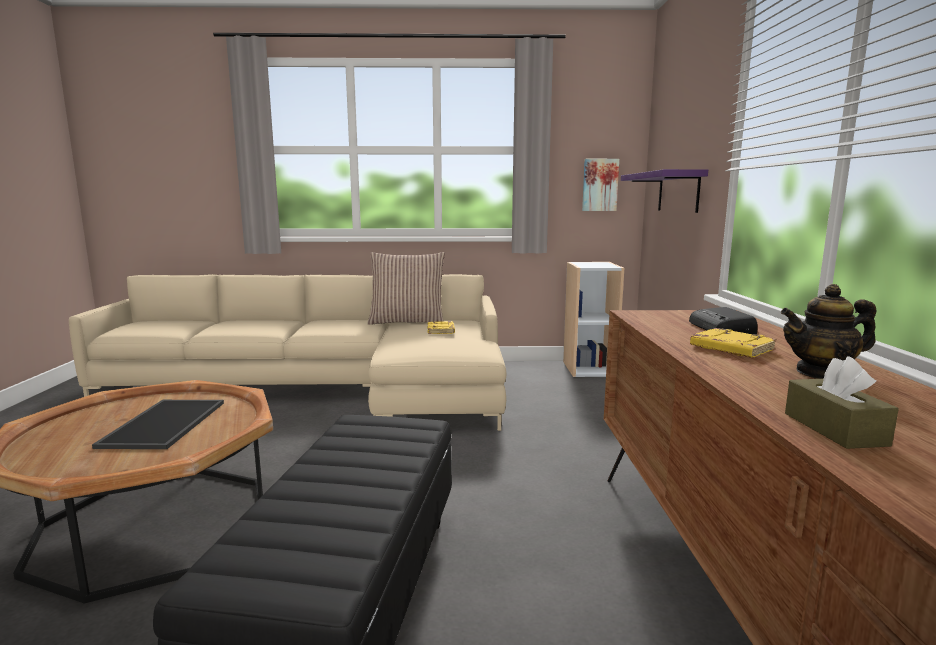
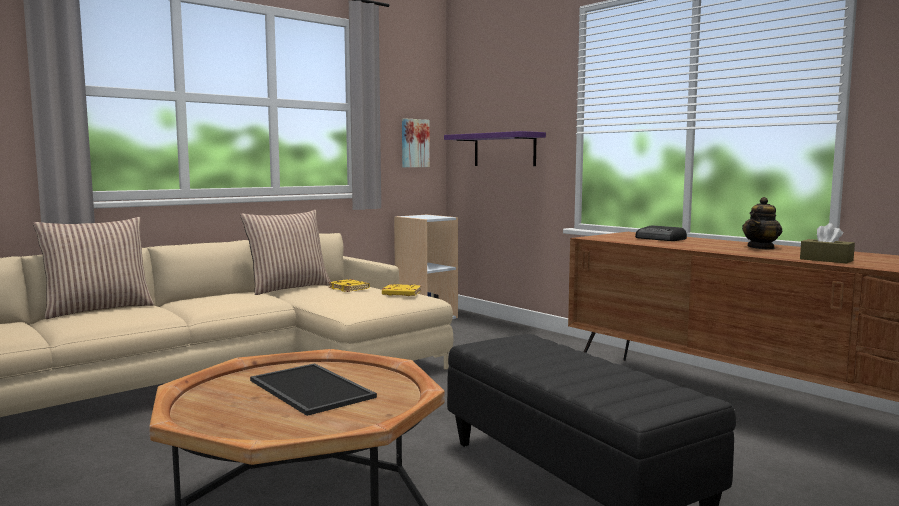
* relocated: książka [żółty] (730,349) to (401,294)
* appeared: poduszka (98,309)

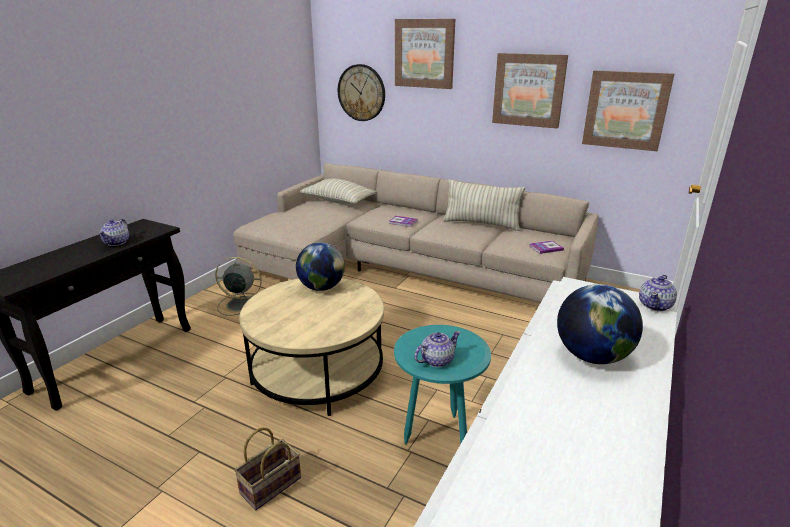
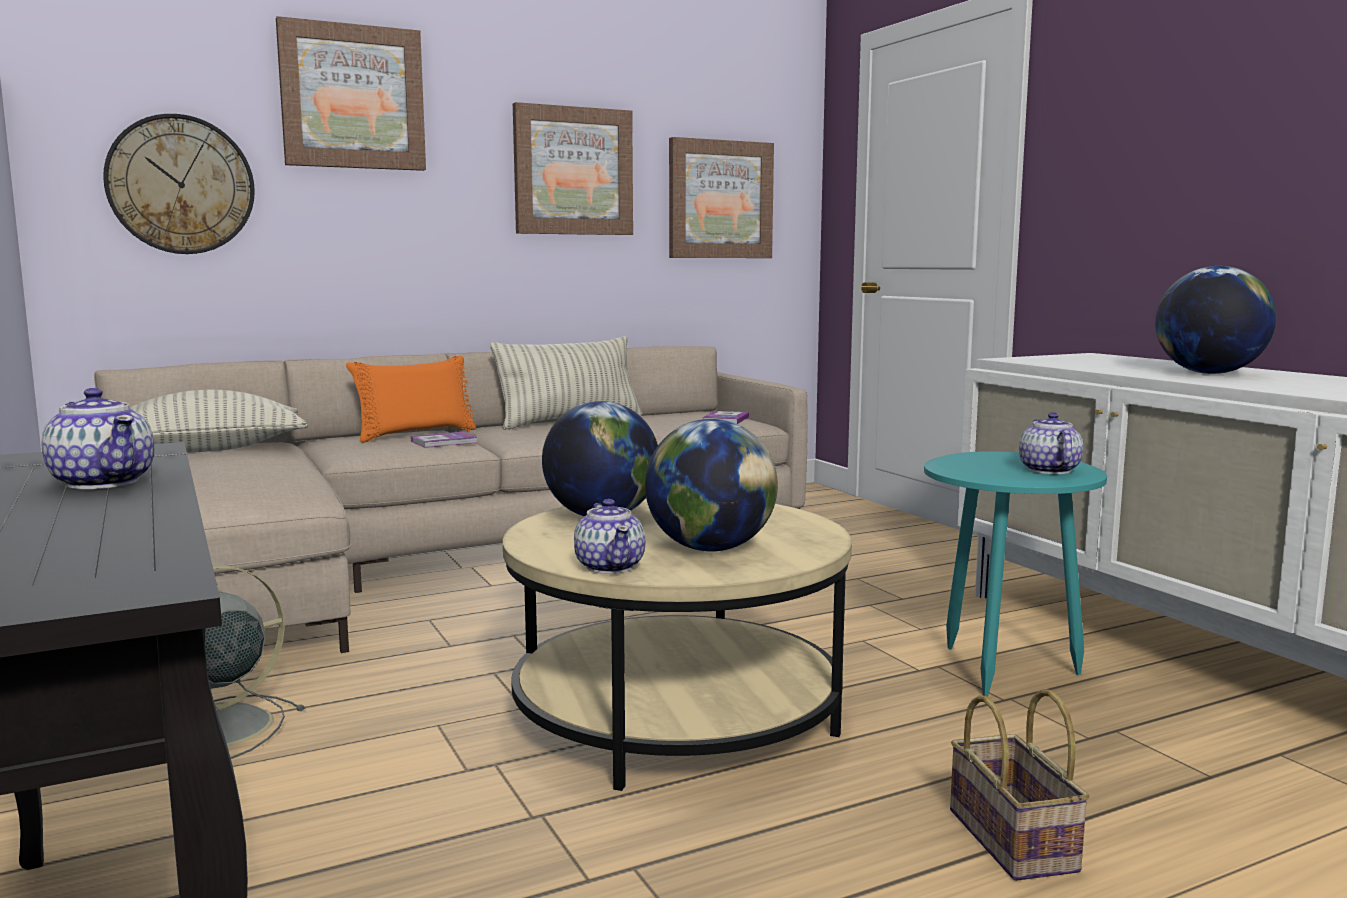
* relocated: imbryk (655,305) to (610,566)
* appeared: poduszka [pomarańczowy] (415,435)
* appeared: globus (710,549)

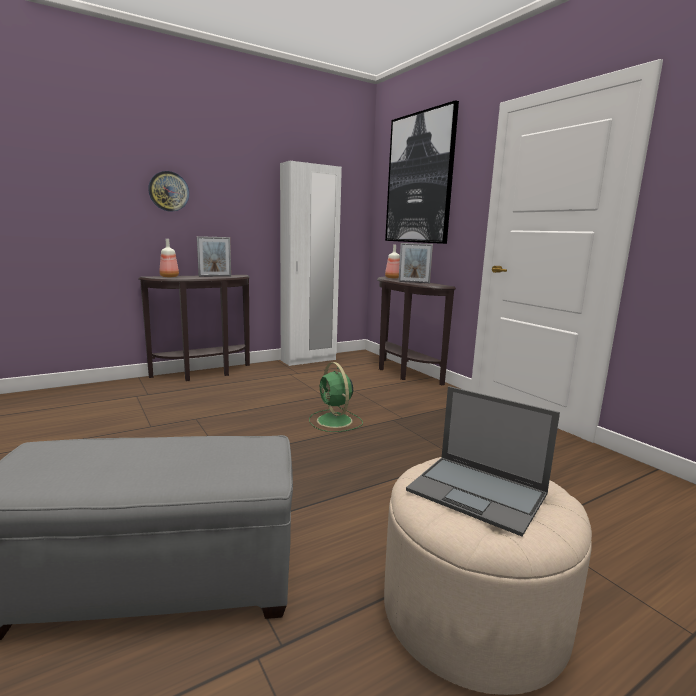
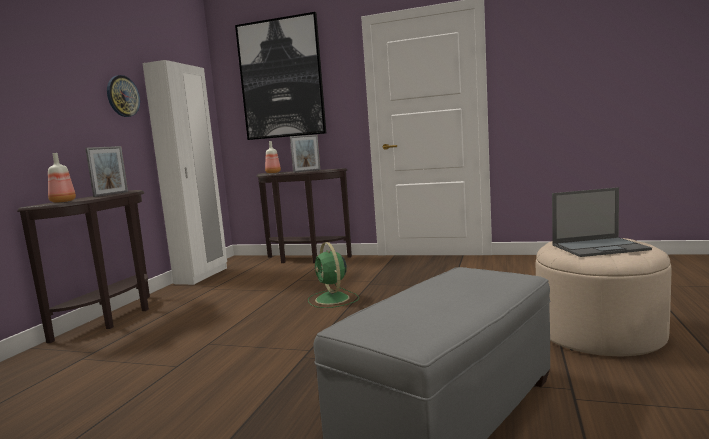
* relocated: zegar ścienny (168,191) to (122,96)
* spun: wentylator [zielony] (335,421) = (333,299) 45 degrees clockwise

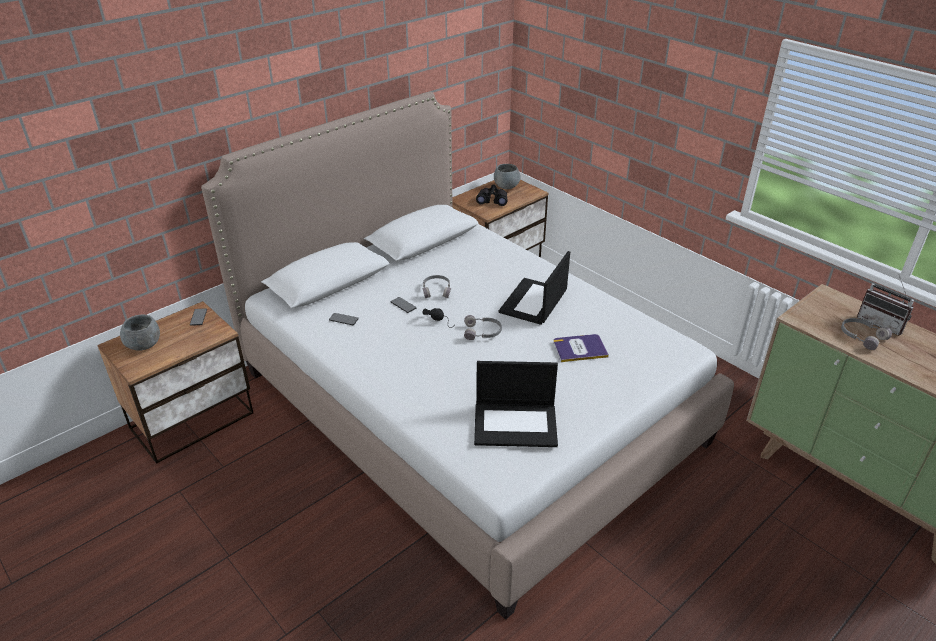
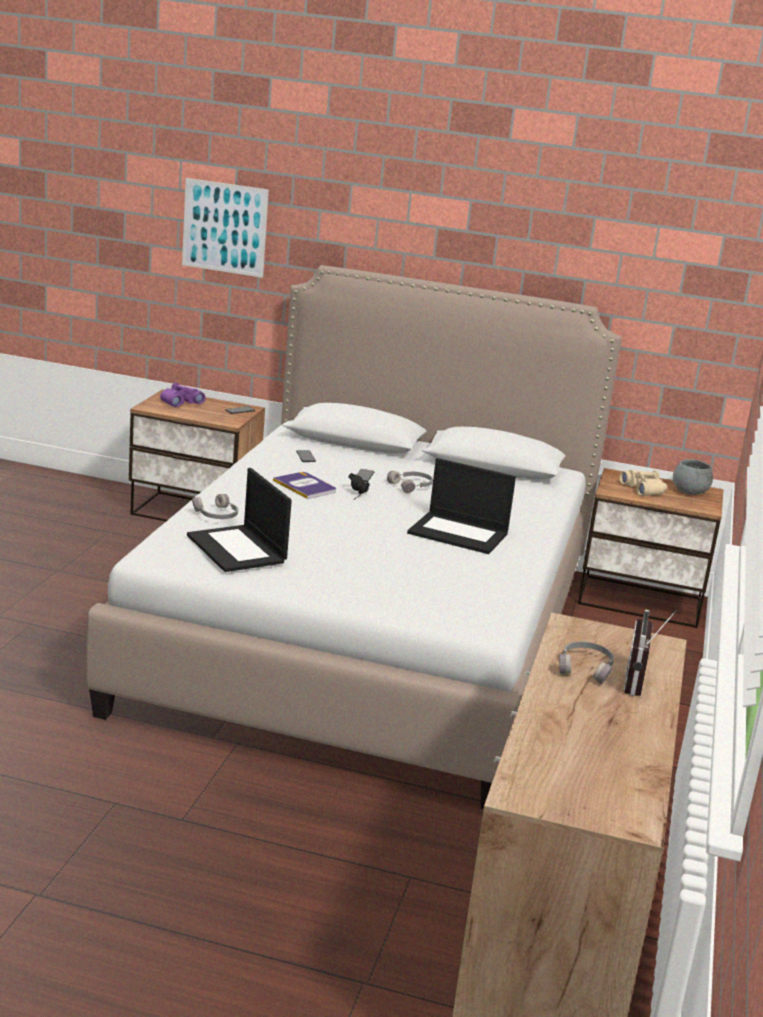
* colour: lornetka [czarny] (492,200) to lornetka [beżowy] (643,489)
* spun: laptop (533,302) = (459,533) 150 degrees counterclockwise
* exchanged: miska [szary] (144,345) to lornetka [fioletowy] (180,402)
* relocated: słuchawki [szary] (482,332) to (216,515)
* relocated: książka (579,349) to (305,486)
* appeared: obraz (224,227)

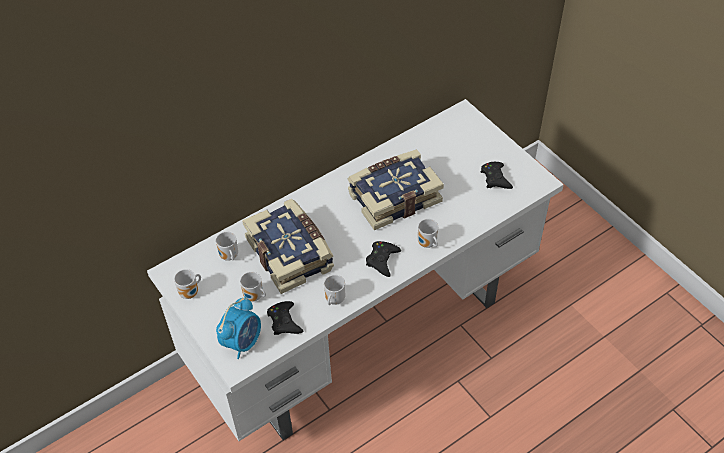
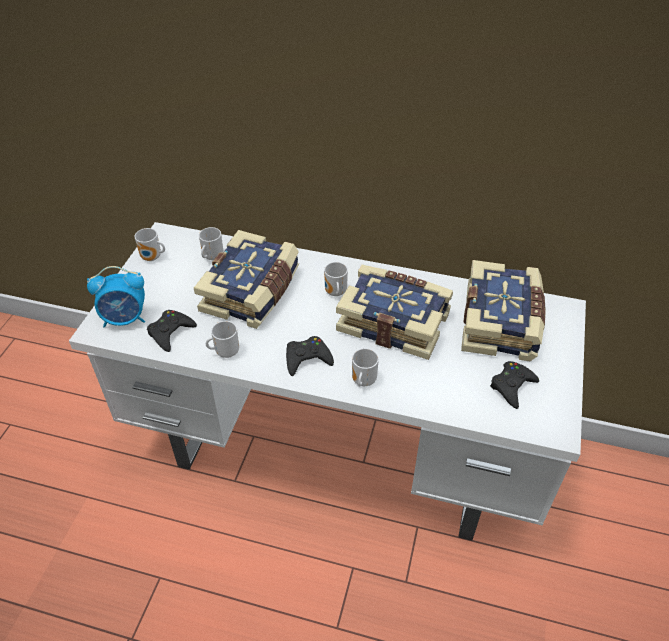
* relocated: kubek (254,297) to (335,293)
* appeared: książka (501,323)

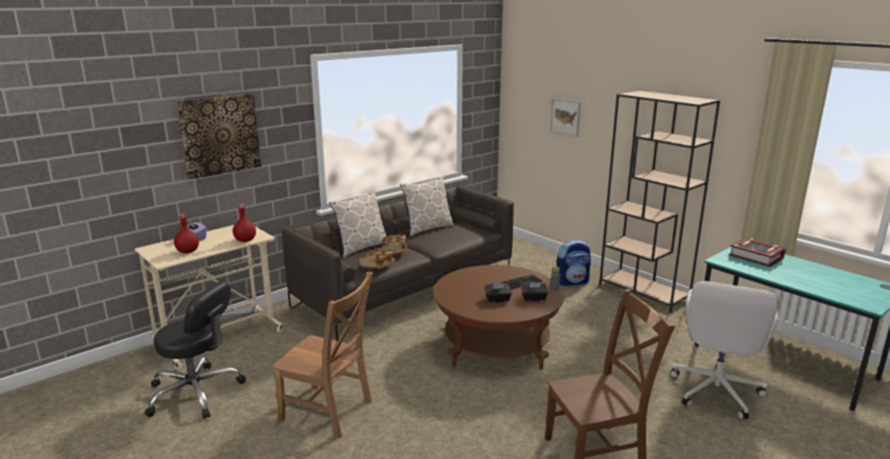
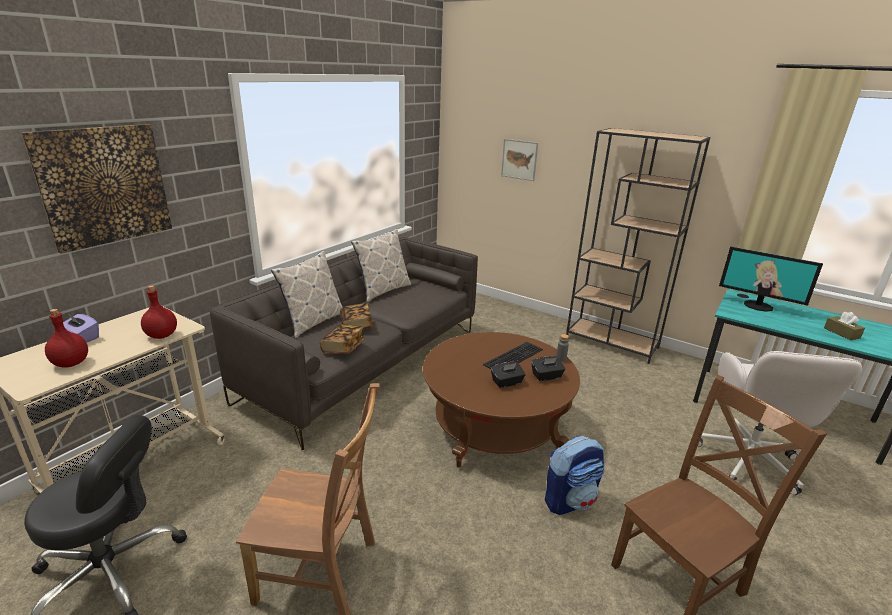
* exchanged: książka (756,256) to monitor (758,305)
* relocated: plecak (572,282) to (570,500)
* appeared: pudełko chusteczek [brązowy] (841,333)

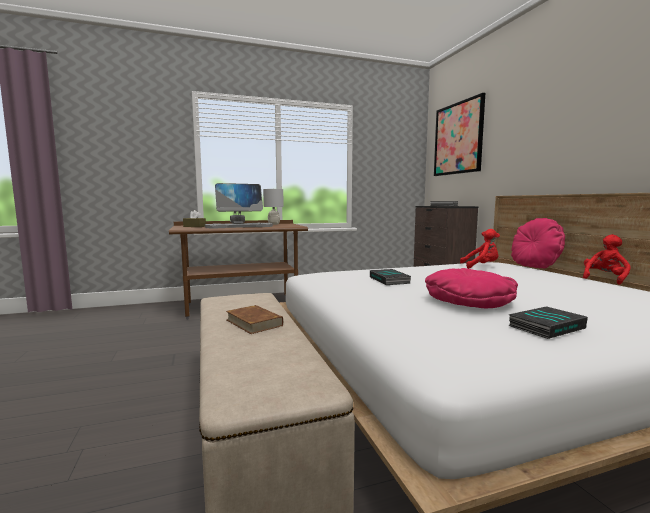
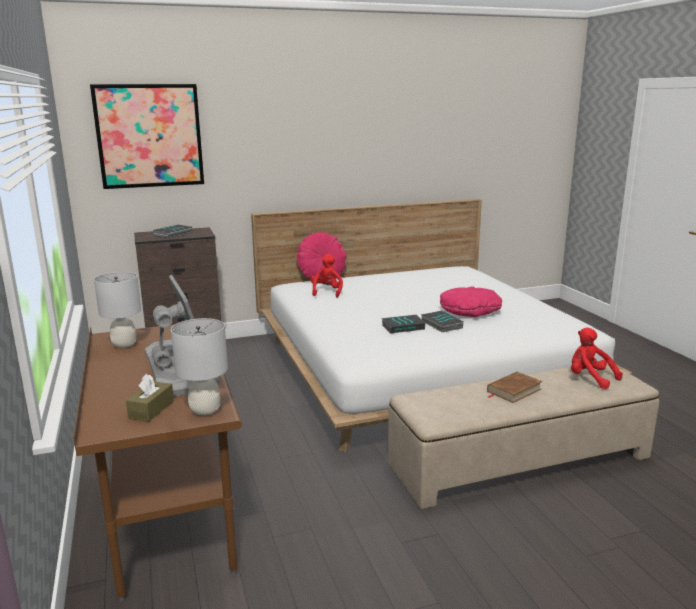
* relocated: pluszak [czerwony] (604,279) to (590,378)
* relocated: książka (545,326) to (440,324)
* appeared: lampa stołowa [szary] (205,411)

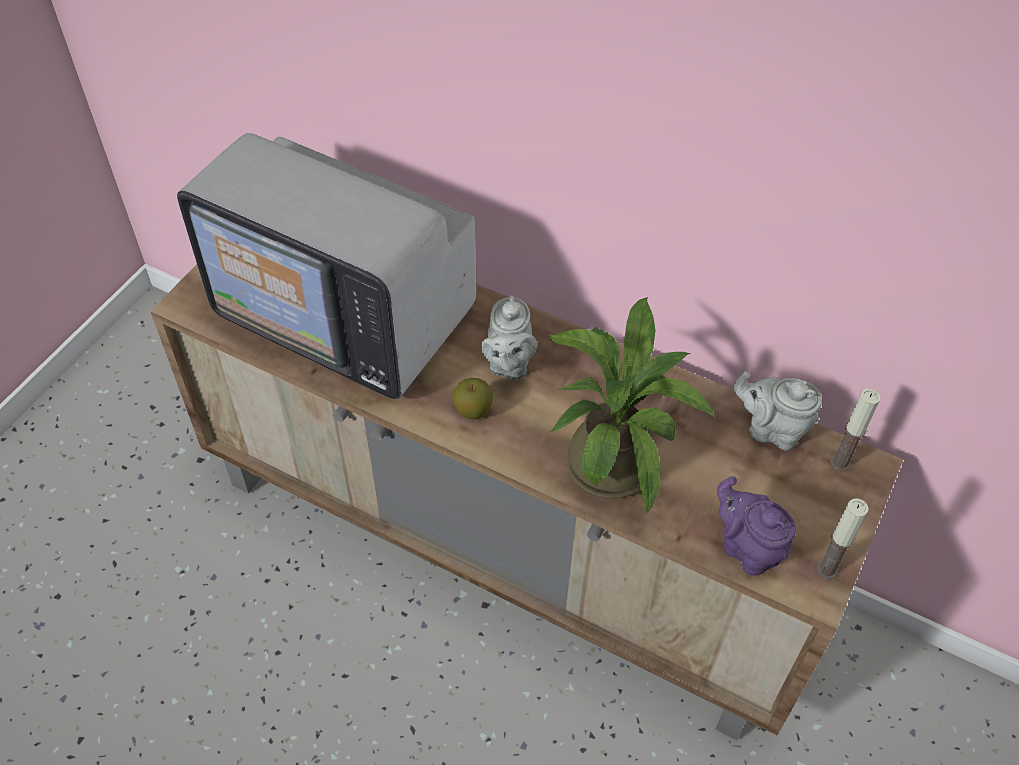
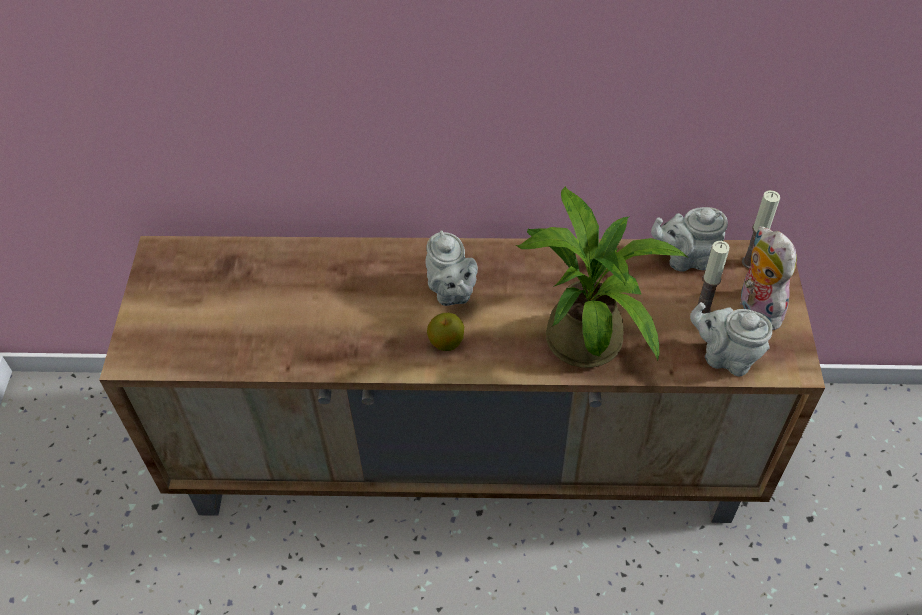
* missing: telewizor (346,316)
* colour: imbryk [fioletowy] (747,548) to imbryk [szary] (725,357)
* relocated: świeca (826,569) to (702,311)
* appeared: pluszak (755,308)

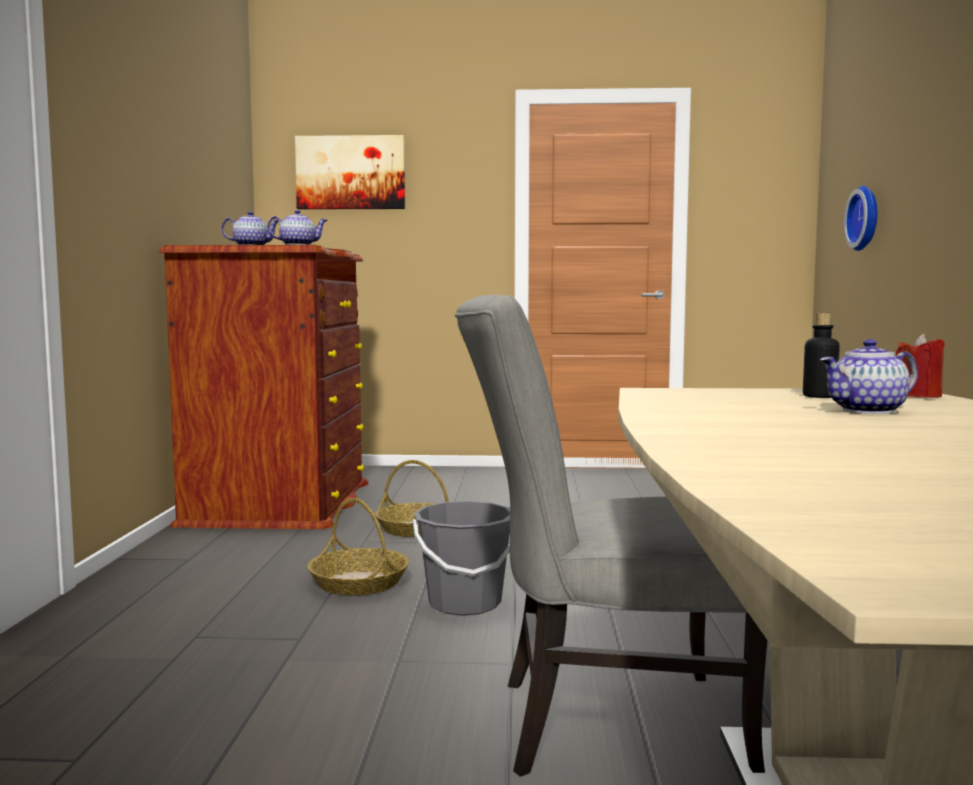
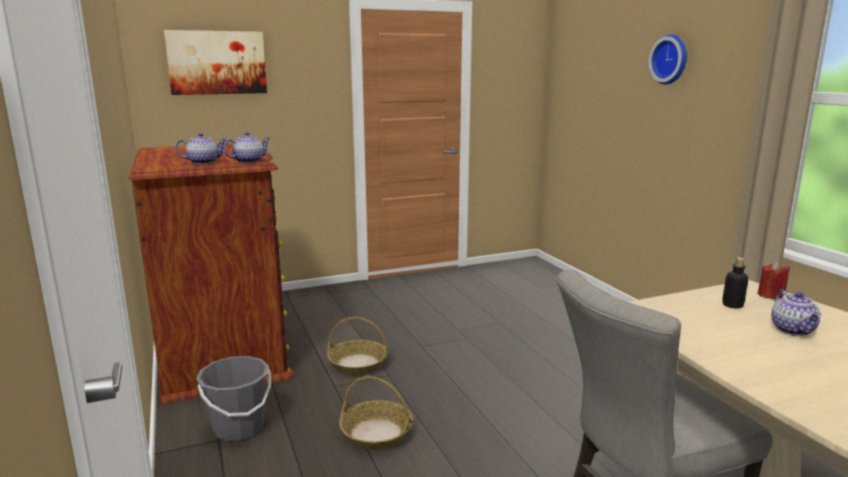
* relocated: zegar ścienny (866,218) to (671,59)
* spun: imbryk (868,411) = (793,330) 45 degrees counterclockwise
* relocated: wiadro [szary] (464,603) to (238,427)

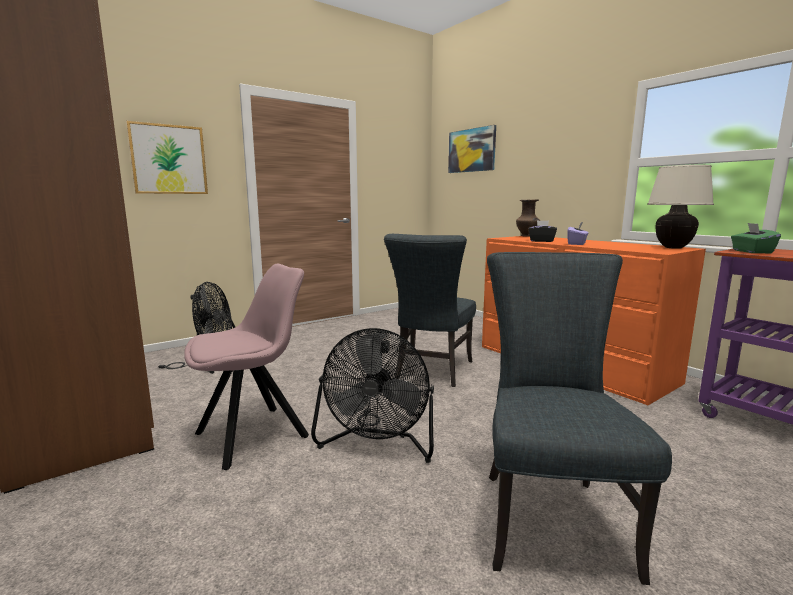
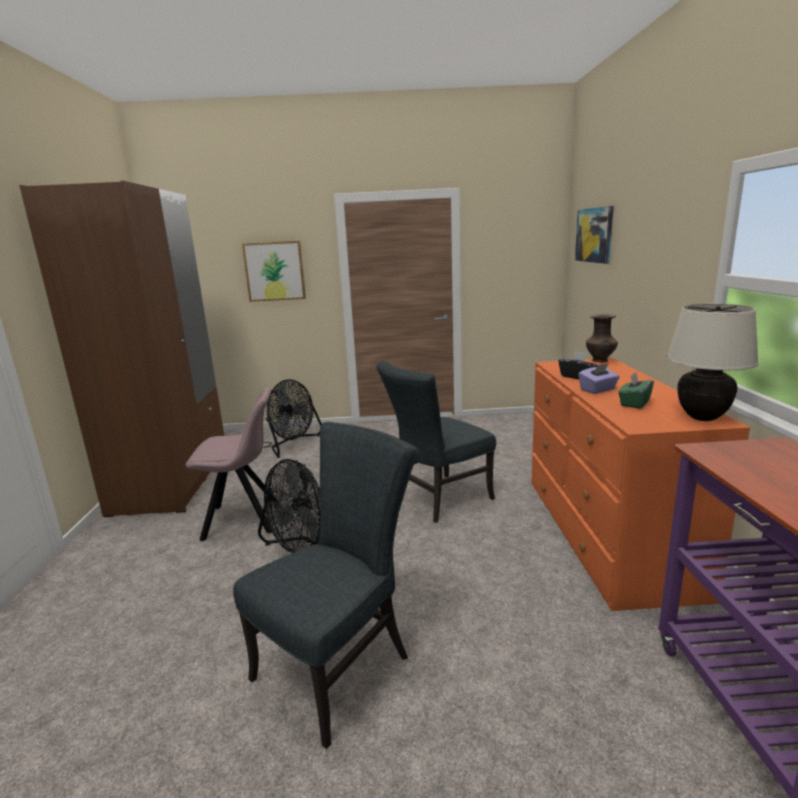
* relocated: pudełko chusteczek [zielony] (751,252) to (634,403)

